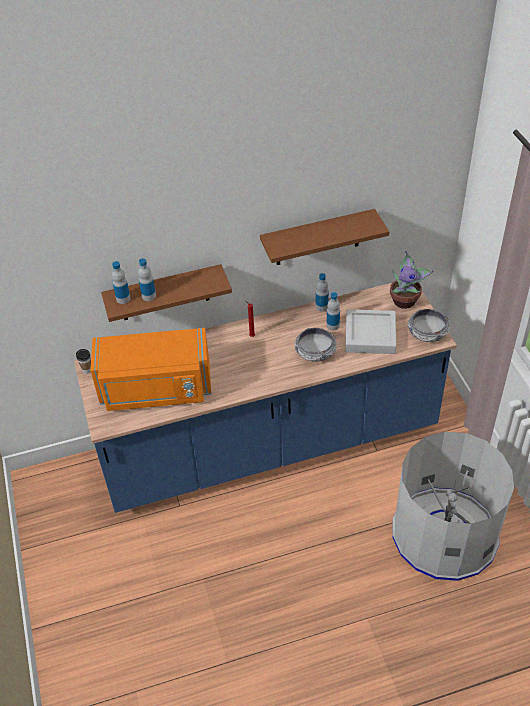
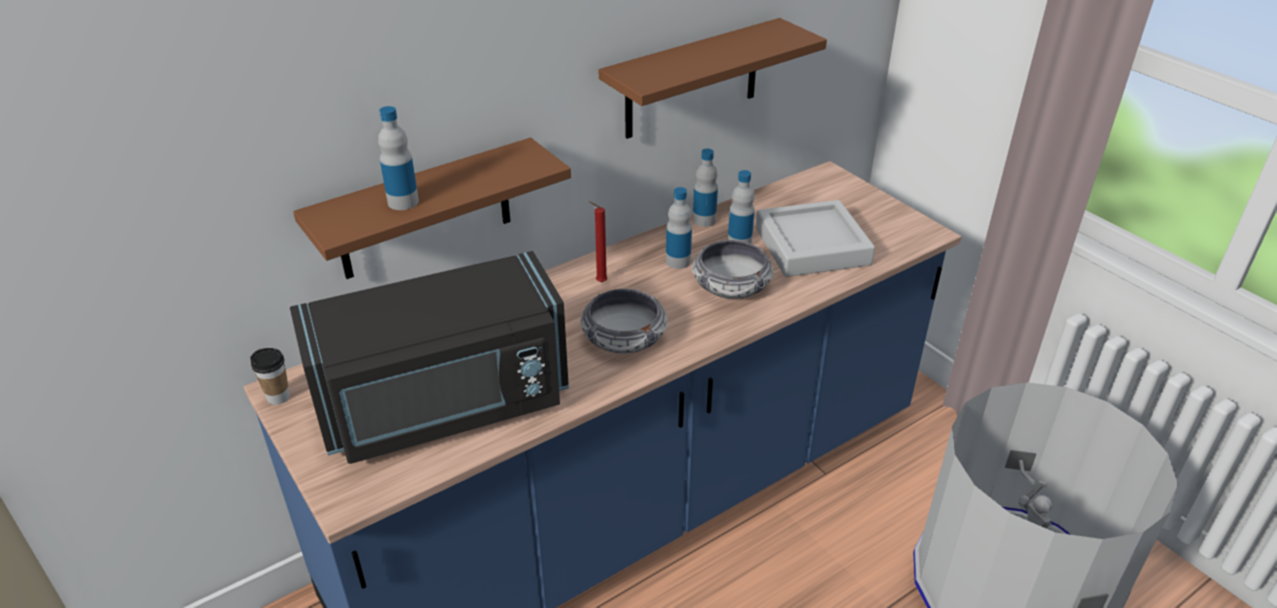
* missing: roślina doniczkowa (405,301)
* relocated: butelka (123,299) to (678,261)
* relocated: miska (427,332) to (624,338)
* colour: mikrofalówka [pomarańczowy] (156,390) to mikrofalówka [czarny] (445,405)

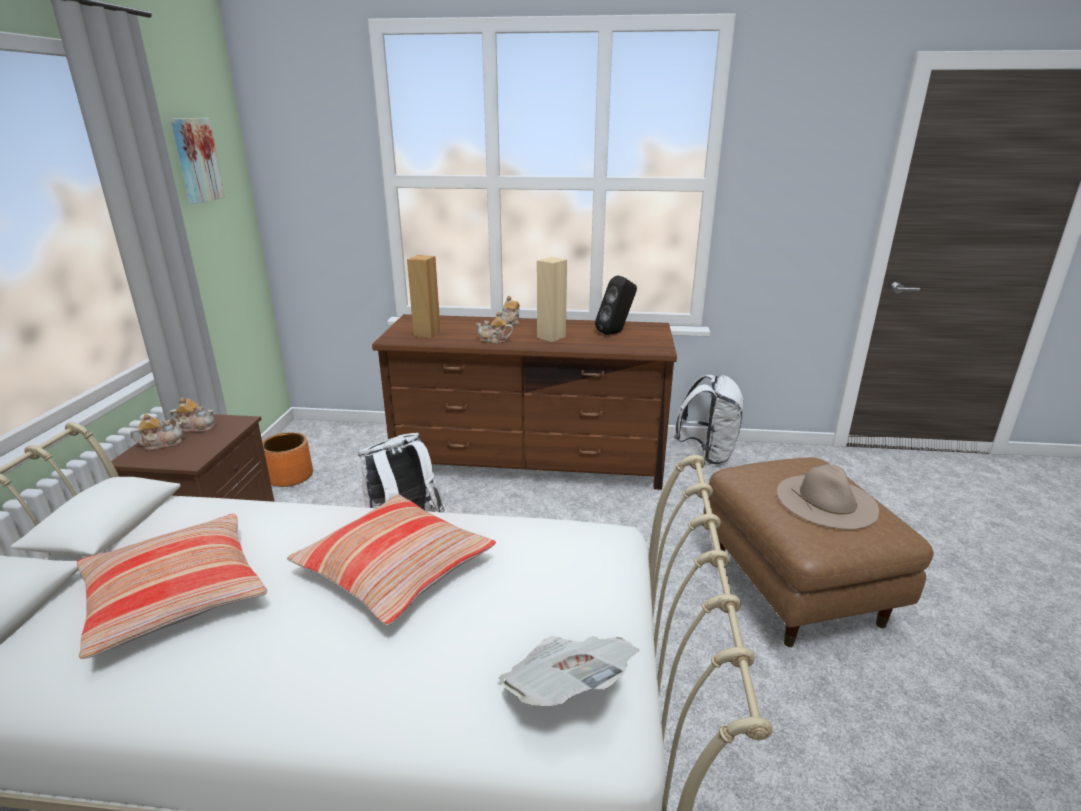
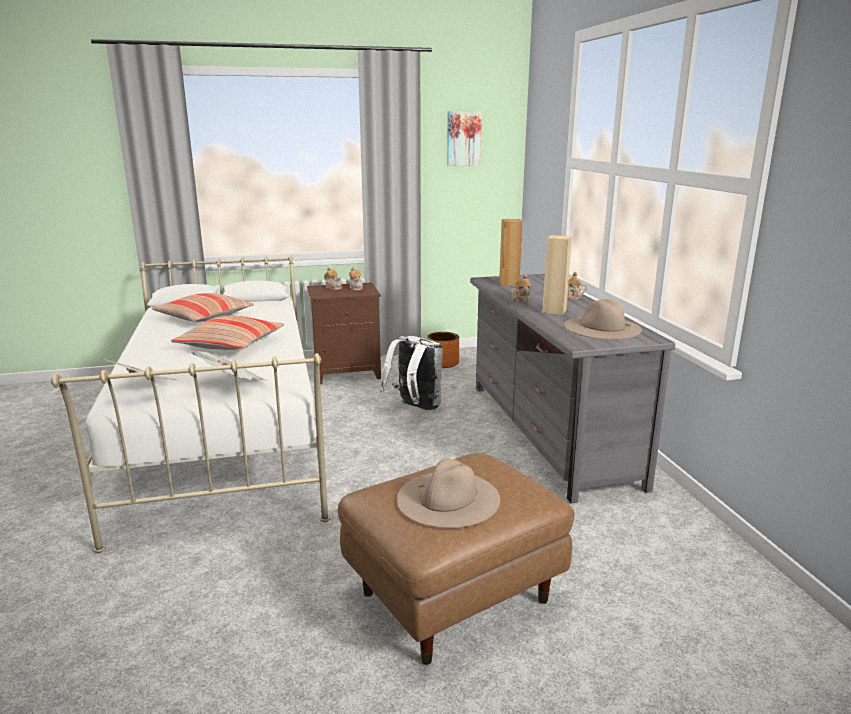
* exchanged: głośnik [czarny] (616,333) to kapelusz [beżowy] (602,327)
* colour: komoda [brązowy] (530,463) to komoda [szary] (548,433)
* missing: plecak [biały] (707,454)
* appeared: gazeta (230,384)

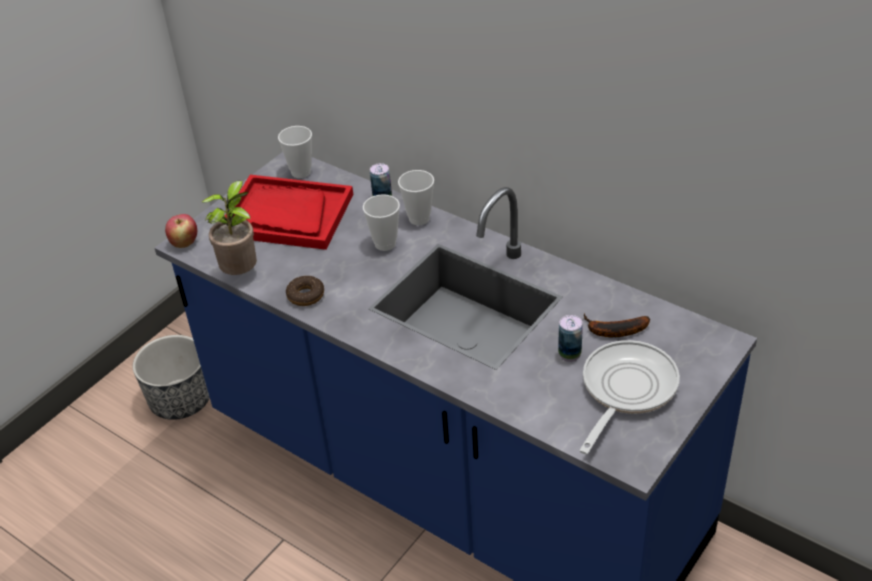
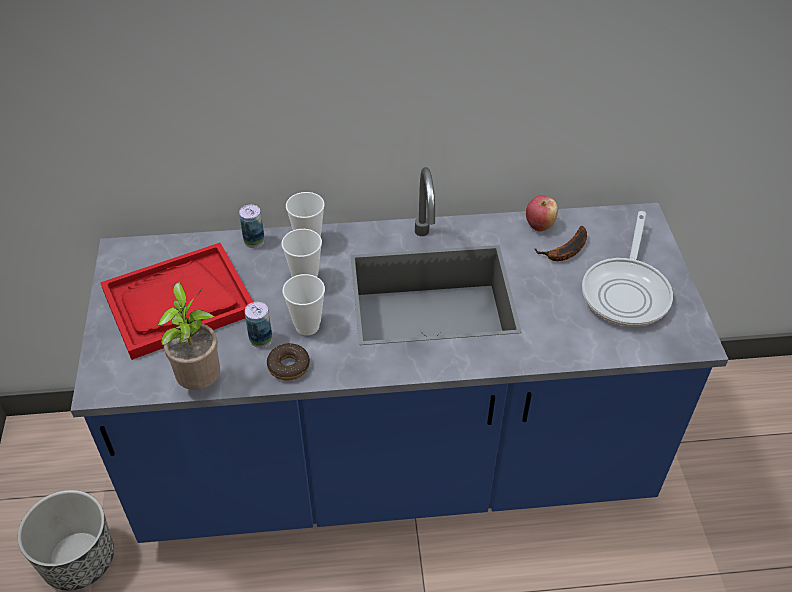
* relocated: filiżanka (301,172) to (307,326)
* relocated: jabłko (184,243) to (539,225)
* relocated: puszka (569,354) to (261,339)
* spun: patelnia (625,390) = (626,291) 150 degrees counterclockwise

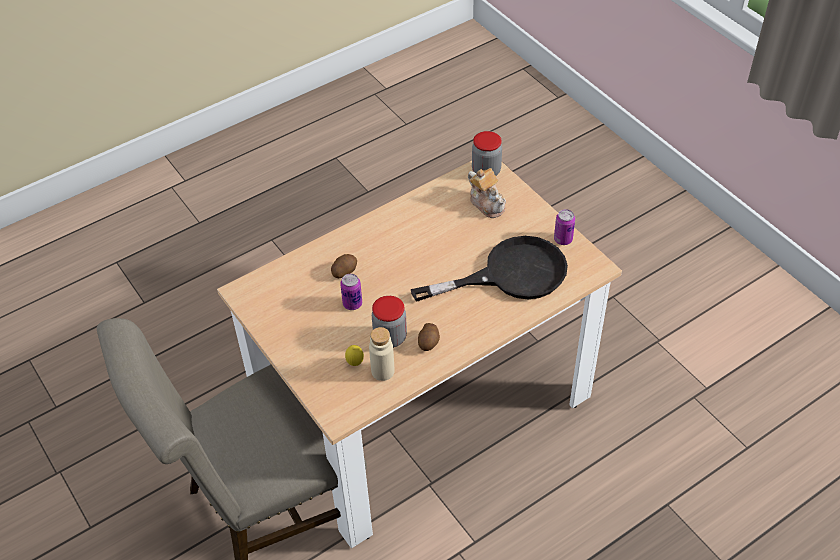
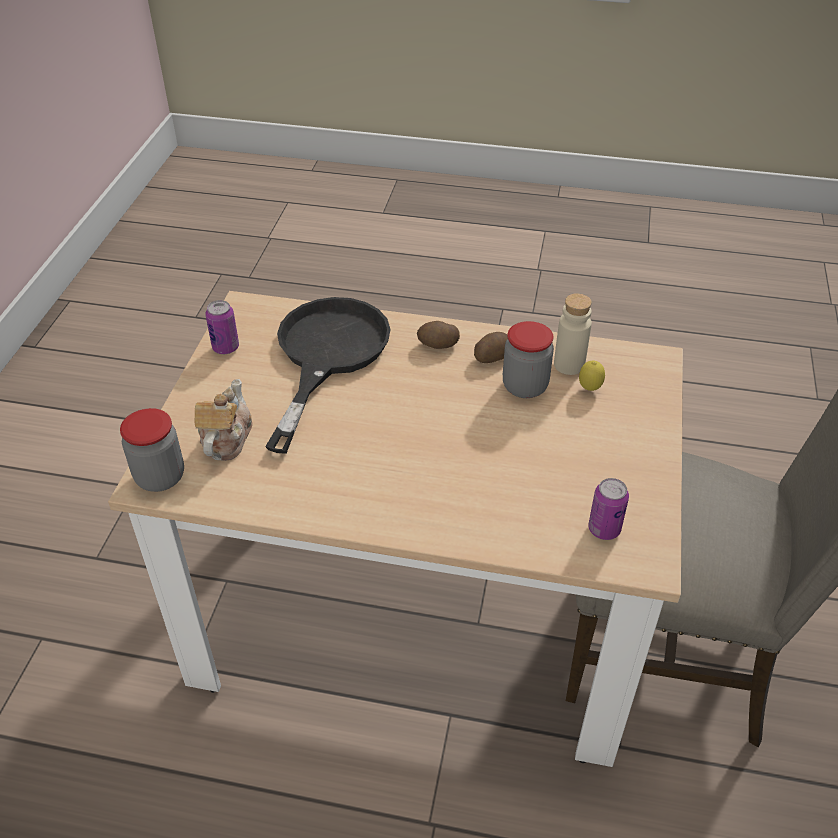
* spun: patelnia [czarny] (510,275) = (327,355) 75 degrees clockwise
* relocated: ziemniak (344,271) to (438,345)
* relocated: puszka (352,304) to (604,529)

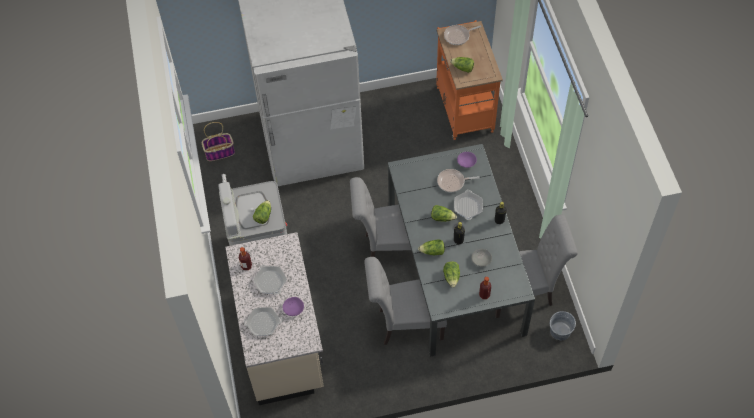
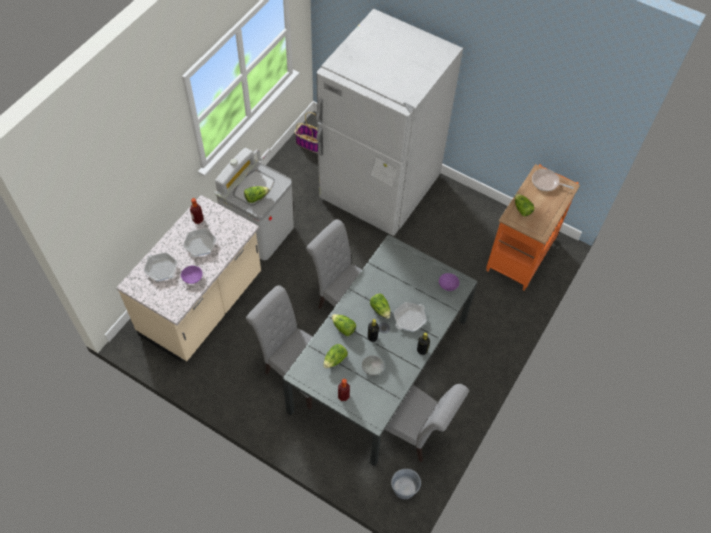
* missing: patelnia (452,182)

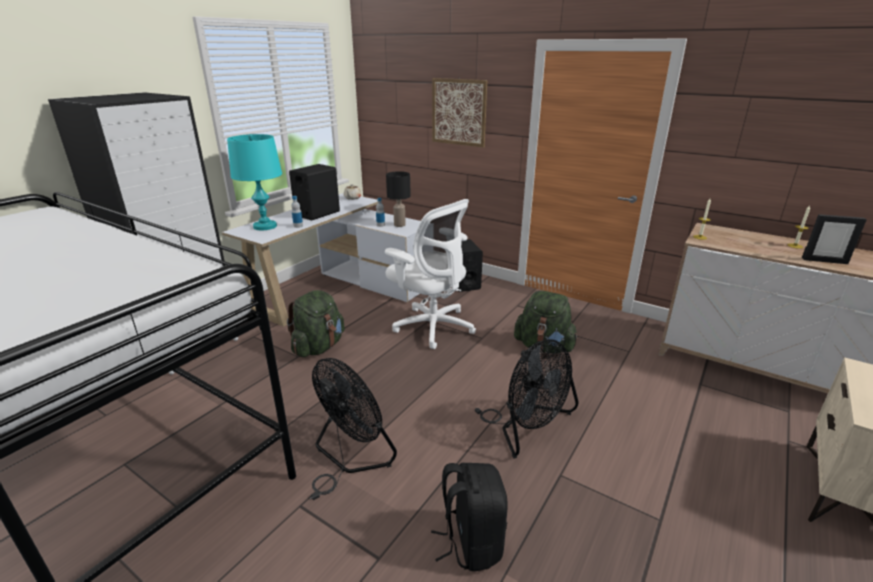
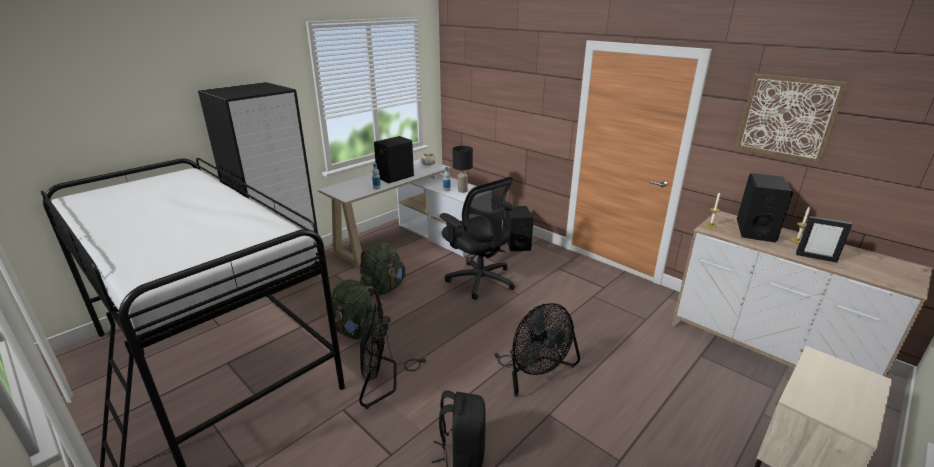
* relocated: obraz (458,111) to (787,116)
* missing: lampa stołowa [turkusowy] (265,226)
* colour: krzesło biurowe [biały] (429,325) to krzesło biurowe [czarny] (477,279)
* relocated: plecak [zielony] (544,347) to (356,331)
* spun: wentylator [czarny] (345,454) = (384,376) 150 degrees counterclockwise
* appeared: głośnik [czarny] (755,231)

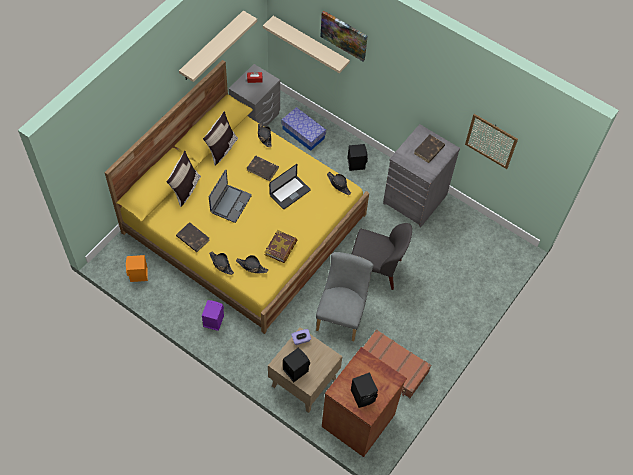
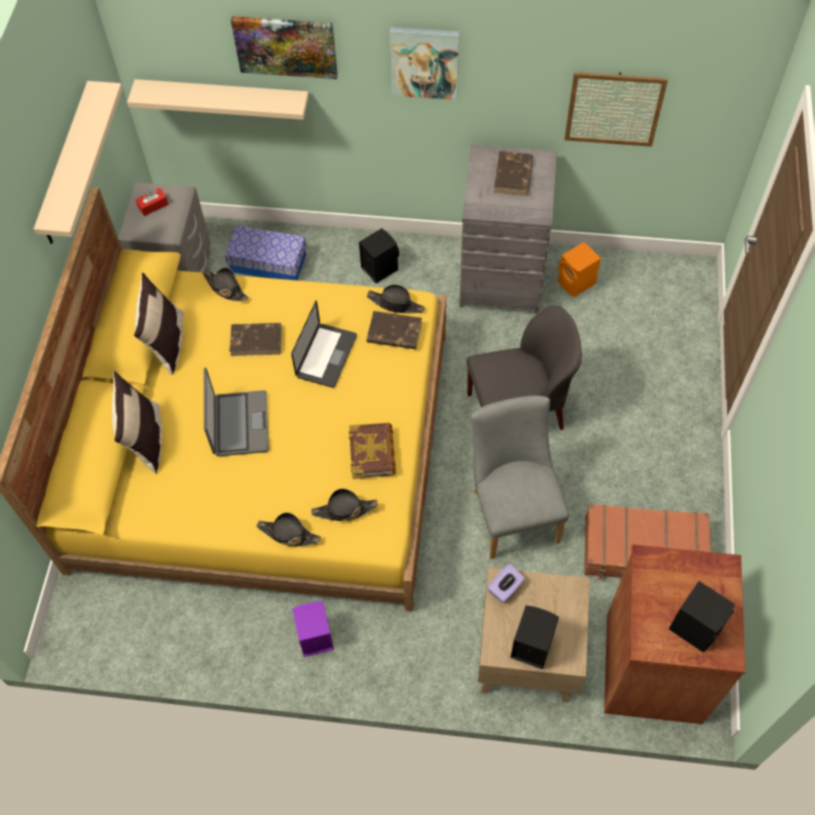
* relocated: książka [brązowy] (192,238) to (393,332)
* relocated: głośnik [pomarańczowy] (138,275) to (576,283)
* appeared: obraz (425,62)

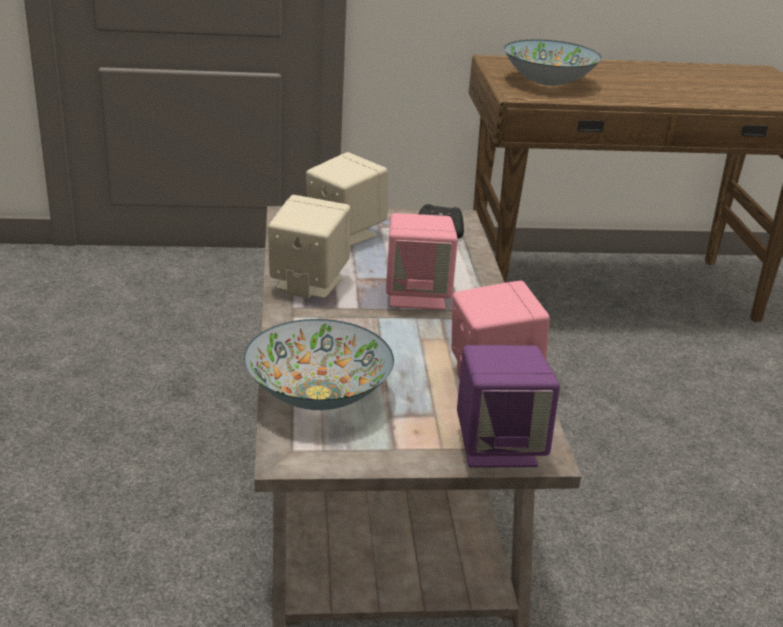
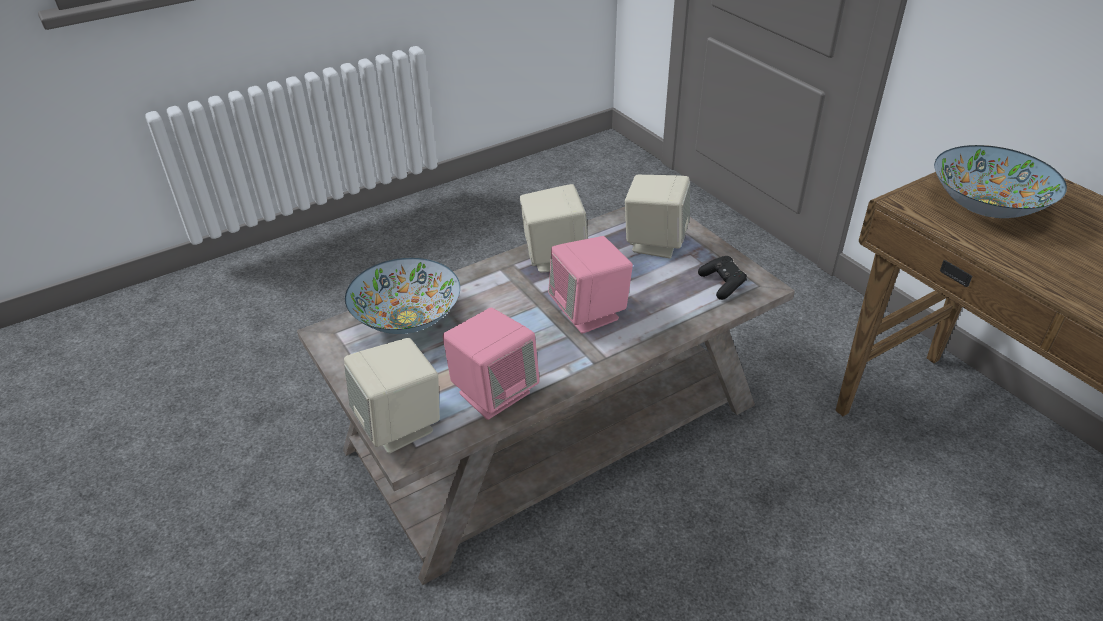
* colour: głośnik [fioletowy] (498,447) to głośnik [beżowy] (400,425)

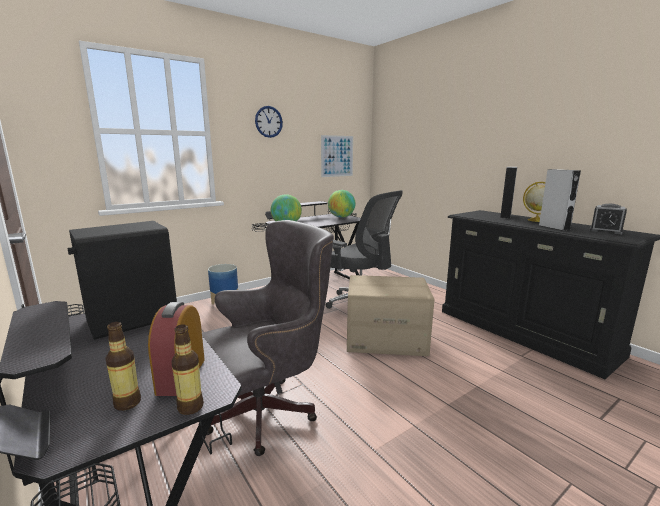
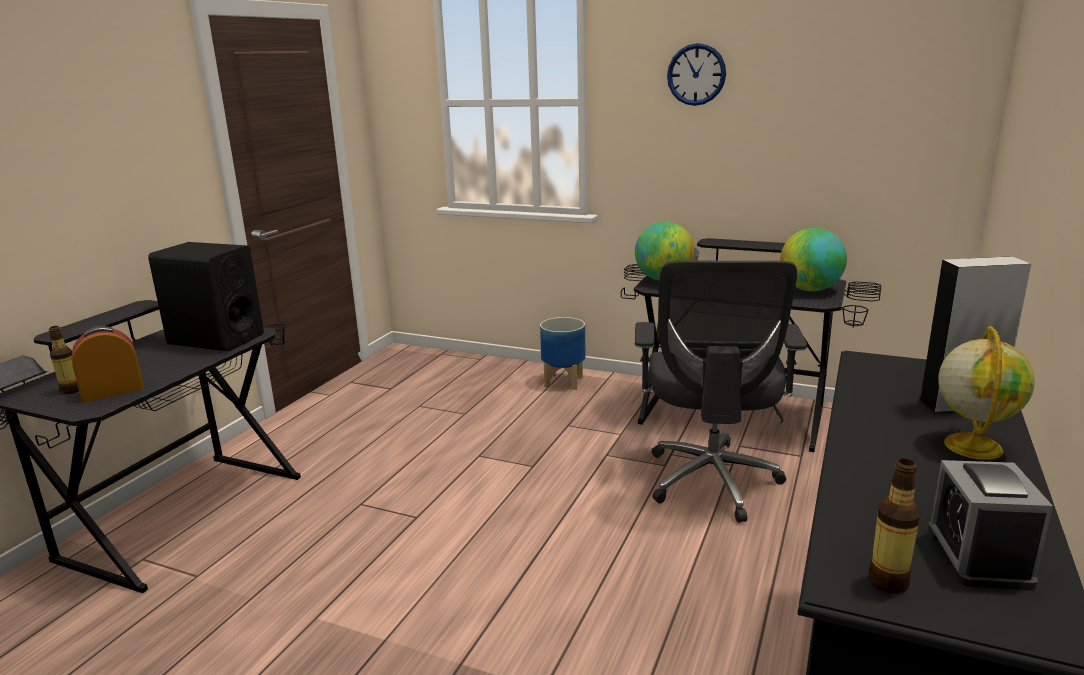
* missing: obraz (337,156)
* missing: głośnik [szary] (554,227)
* missing: krzesło biurowe [szary] (267,411)
* missing: karton (386,339)
* relocated: butelka (190,407) to (888,582)

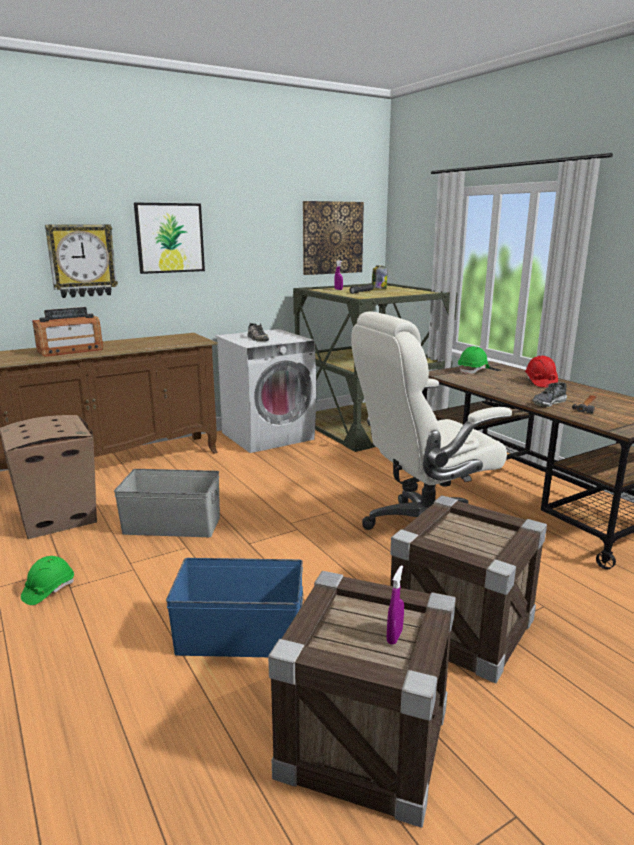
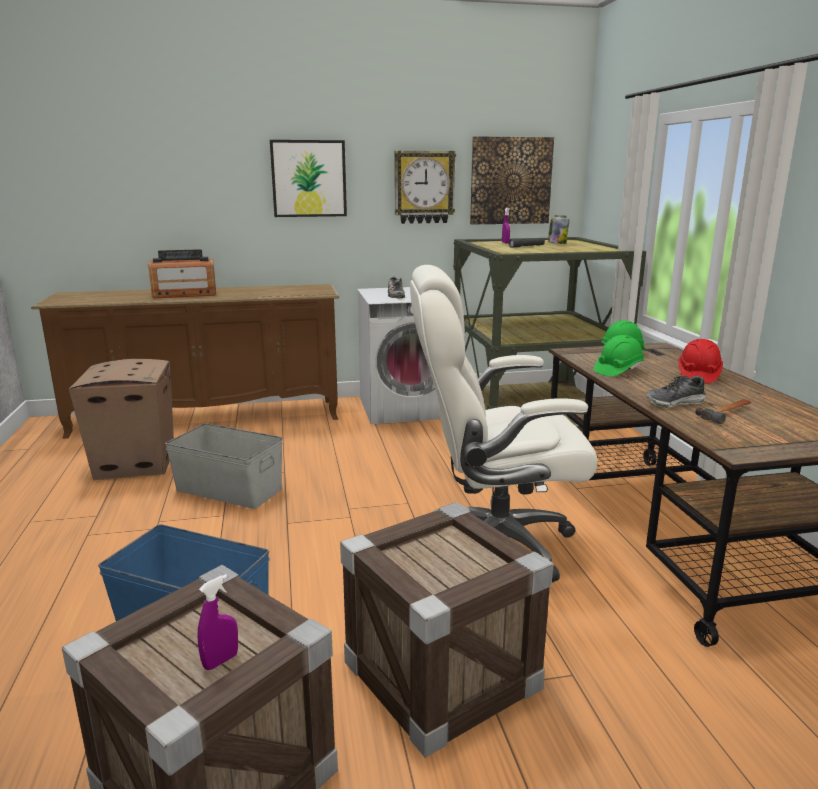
* relocated: zegar ścienny (82,260) to (424,187)
* relocated: kask [zielony] (48,590) to (618,370)

